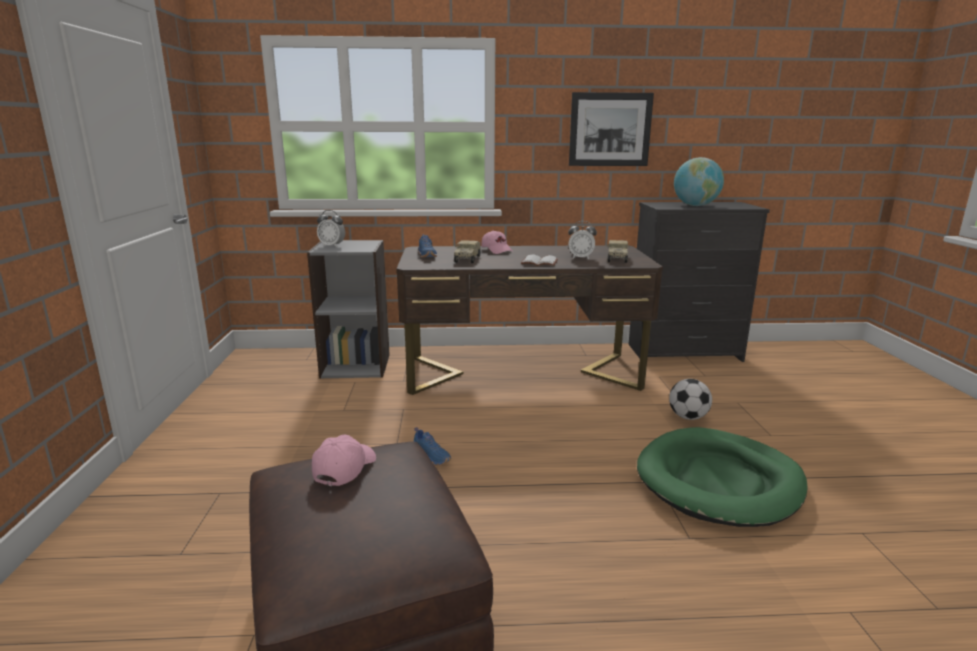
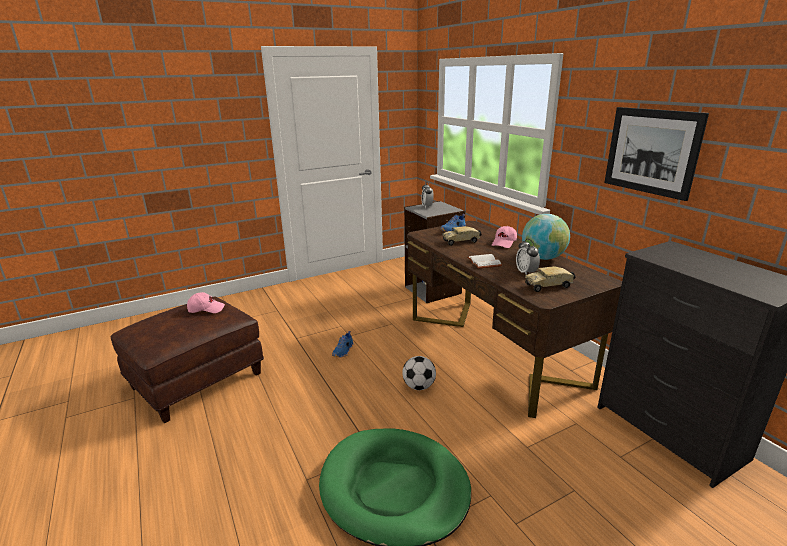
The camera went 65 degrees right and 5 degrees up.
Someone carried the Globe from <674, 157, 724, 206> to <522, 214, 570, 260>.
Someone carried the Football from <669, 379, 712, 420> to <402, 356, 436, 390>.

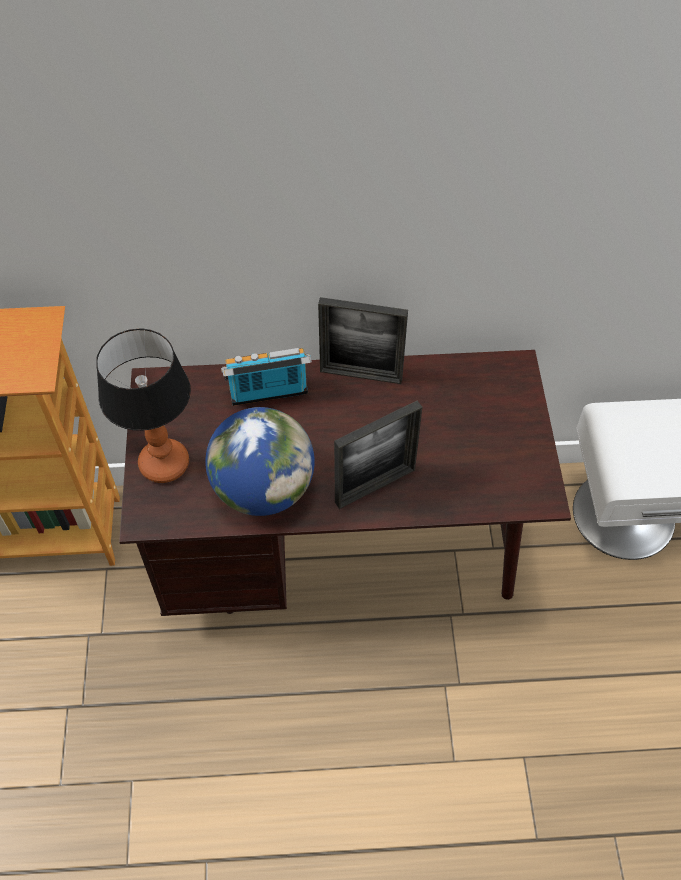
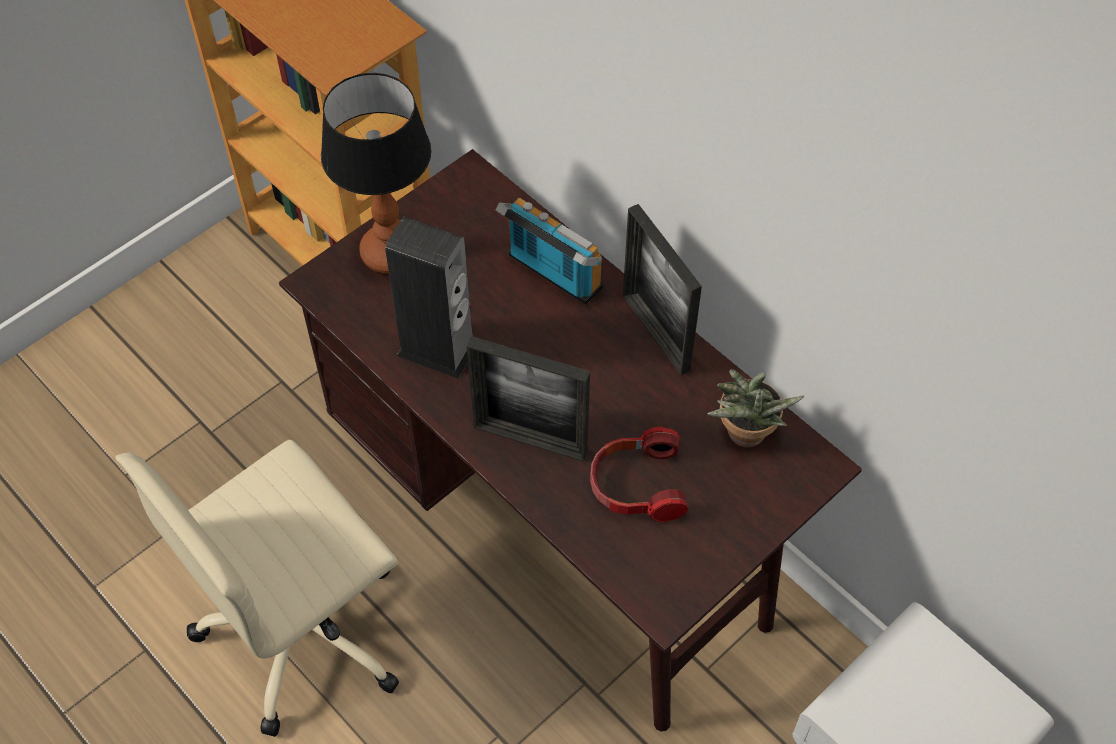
The camera went 50 degrees right and 0 degrees up.
Someone swapped the Globe at <205, 407, 315, 516> for the Speaker at <385, 217, 473, 379>.
Someone put down the PottedPlant at <708, 369, 804, 447>.
Someone put down the Headphones at <590, 426, 688, 522>.
Someone put down the BeigeOfficeChair at <116, 440, 399, 737>.

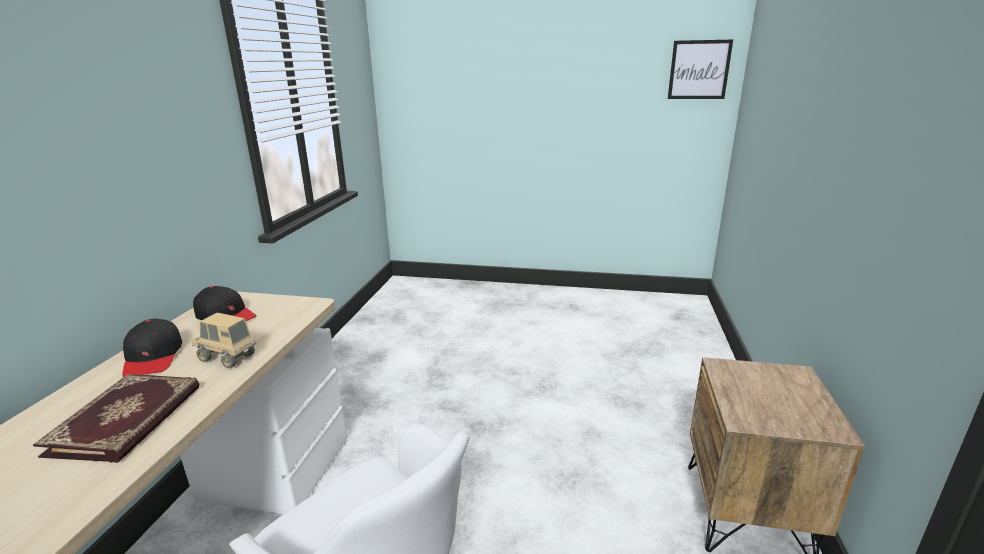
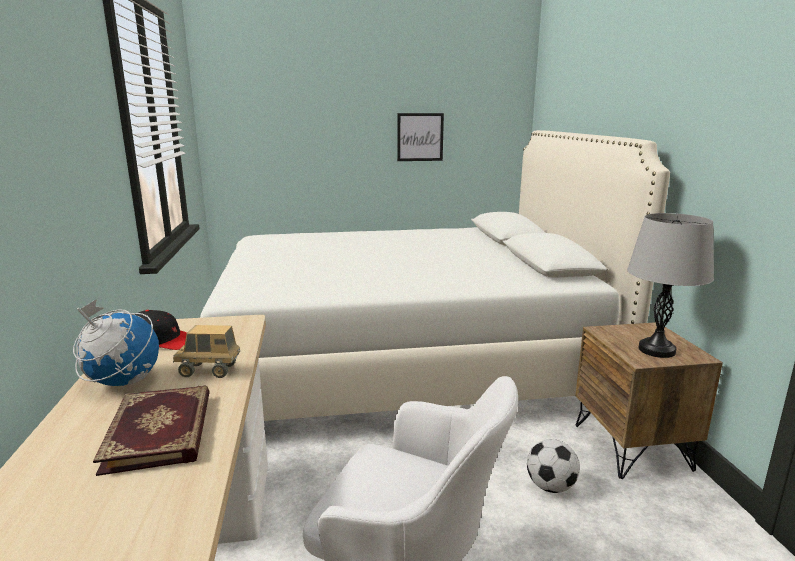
The camera went 20 degrees left and 5 degrees down.
Someone carried the Picture from <668, 40, 733, 99> to <397, 113, 444, 161>.
Someone swapped the BlackCap at <122, 319, 182, 377> for the Globe at <73, 299, 159, 386>.
Someone put down the WhiteBed at <200, 130, 670, 421>.
Someone put down the GreyTableLamp at <627, 213, 714, 358>.
Someone put down the Football at <527, 439, 580, 493>.

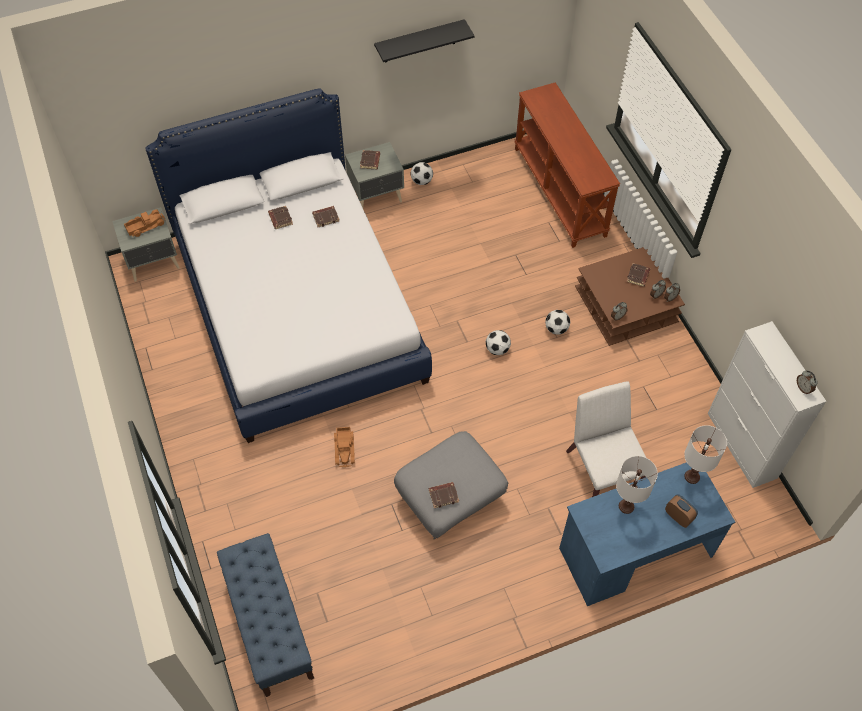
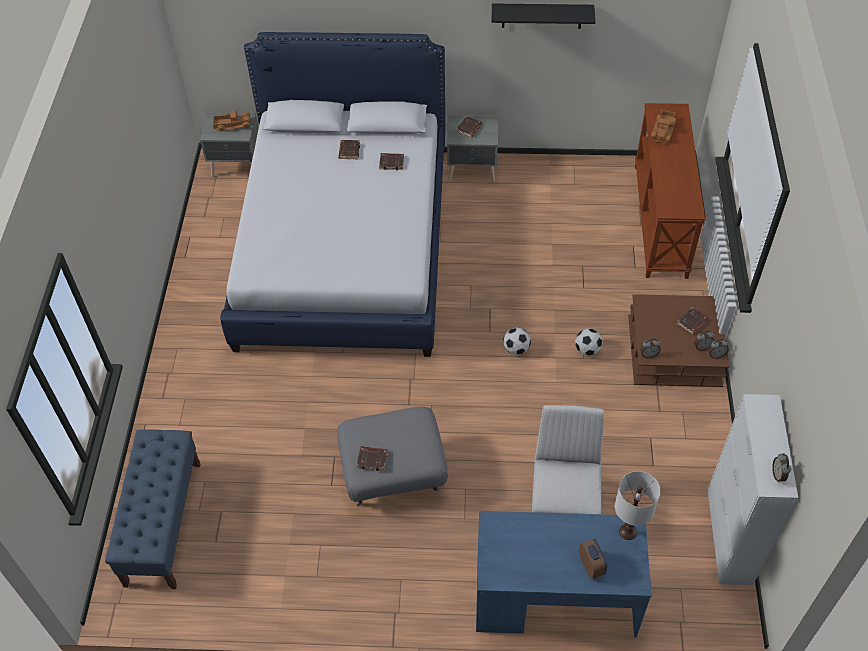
The camera went 25 degrees right and 5 degrees down.
Someone took away the Football at <410, 162, 433, 185>.
Someone carried the ToyTruck from <334, 427, 355, 467> to <651, 110, 676, 143>.
Someone took away the WhiteTableLamp at <616, 456, 658, 514>.

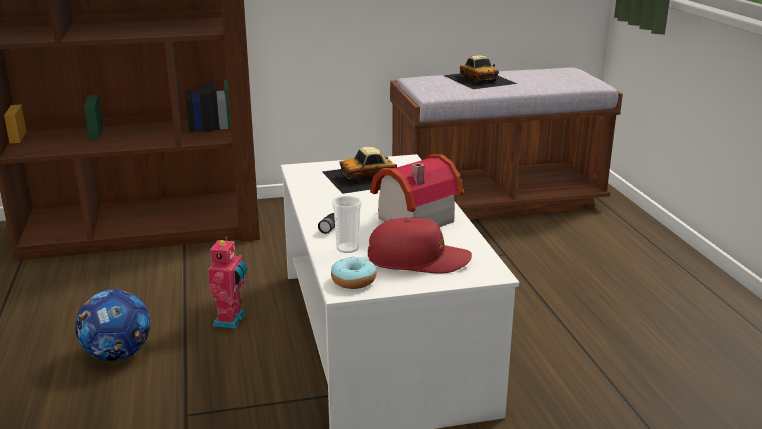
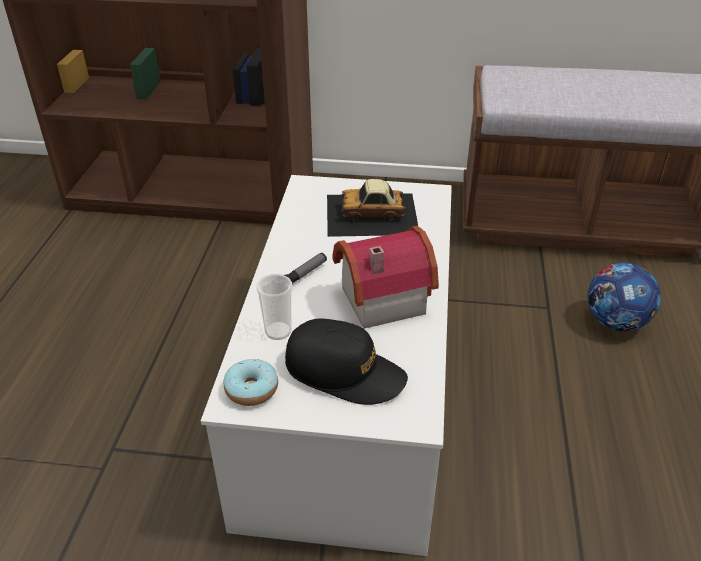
The camera went 20 degrees right and 15 degrees up.
Someone took away the ToyCar at <443, 55, 517, 89>.
Someone repainted the RedCap at <368, 217, 472, 274>, which became the BlackCap at <285, 318, 408, 405>.
Someone took away the ToyRobot at <208, 237, 247, 329>.
Someone carried the Football from <75, 289, 150, 361> to <587, 263, 661, 331>.

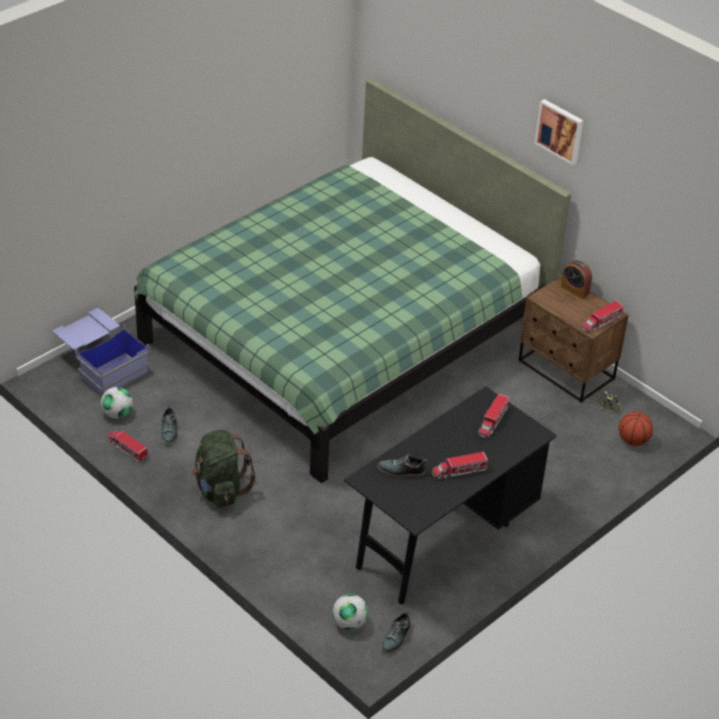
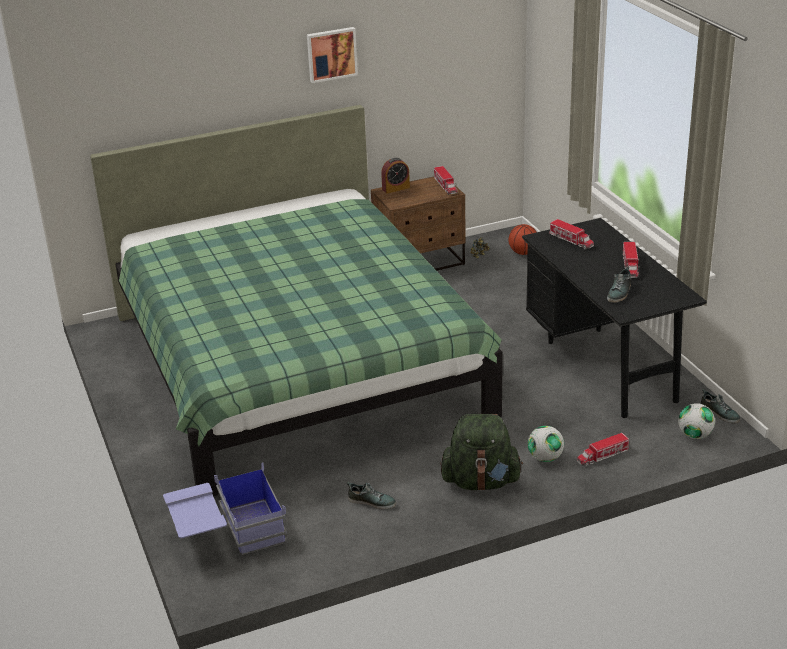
The camera went 65 degrees left and 10 degrees down.
Someone carried the Football from <101, 387, 133, 419> to <528, 426, 564, 462>.
Someone carried the ToyTruck from <107, 430, 148, 463> to <577, 433, 629, 466>.

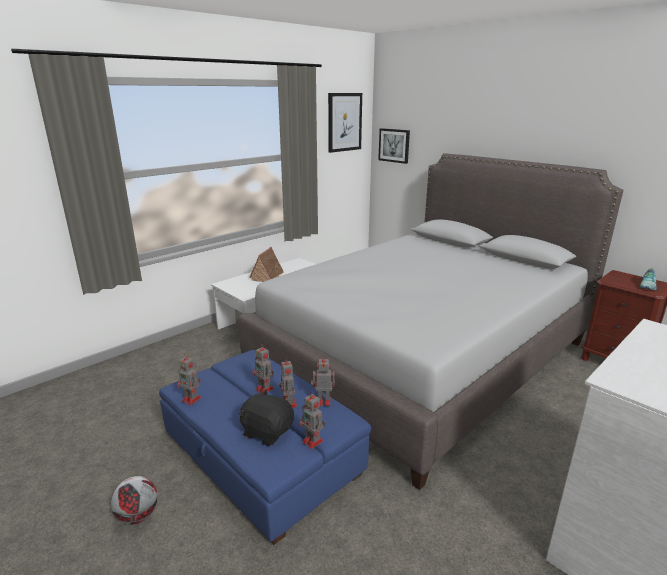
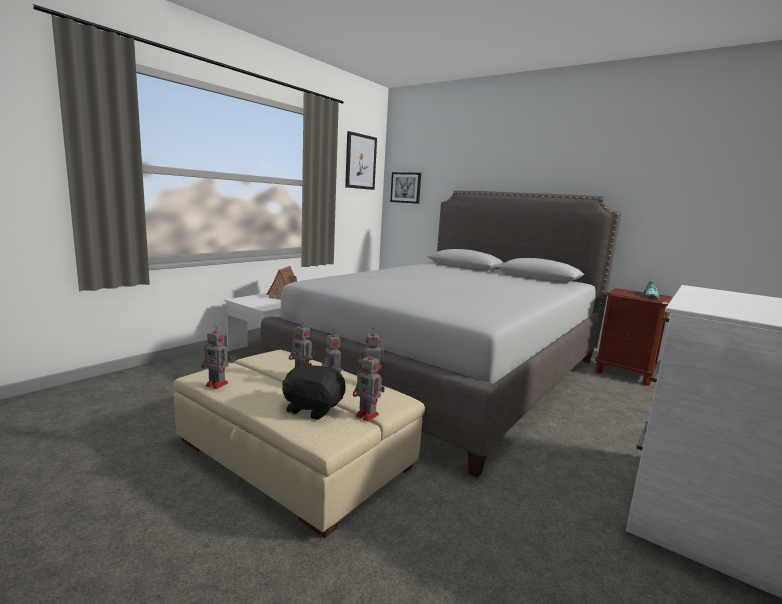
The camera went 10 degrees left and 10 degrees down.
Someone repainted the BlueOttoman at <159, 350, 371, 545>, which became the BeigeOttoman at <174, 350, 425, 538>.
Someone took away the Football at <111, 476, 158, 525>.

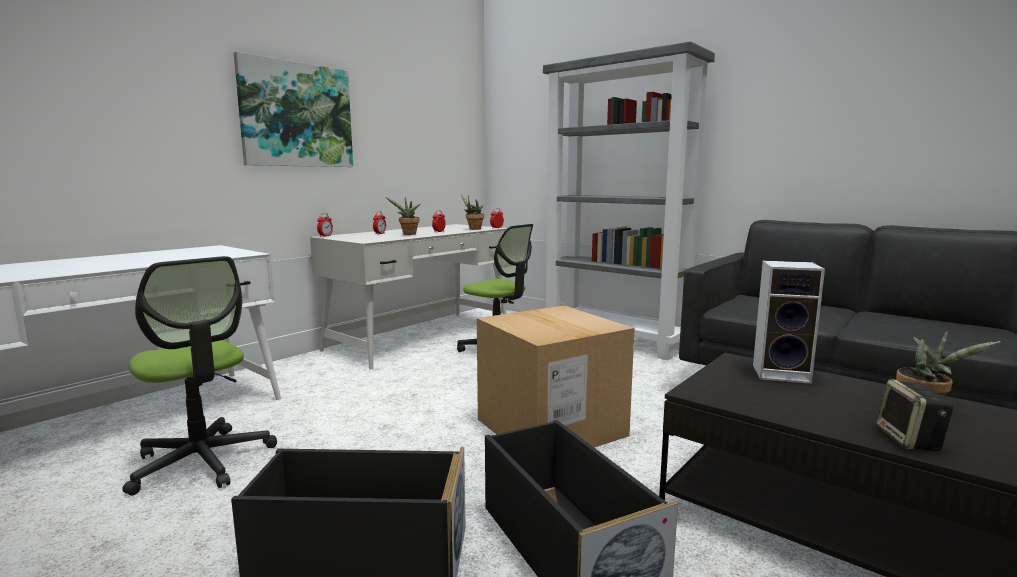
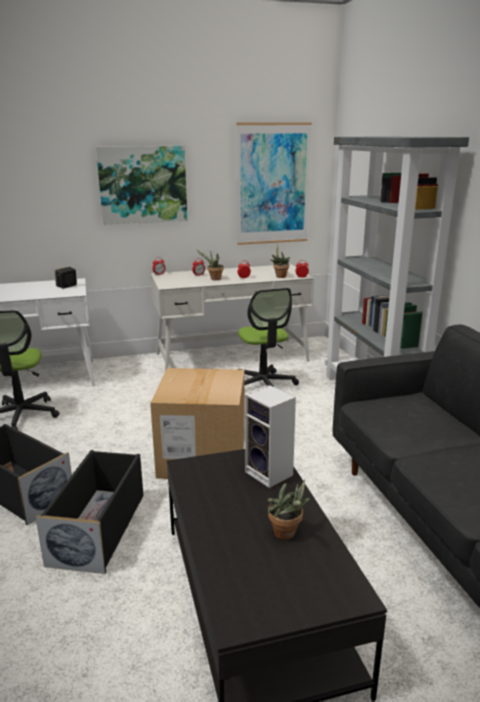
The camera went 35 degrees right and 10 degrees up.
Someone carried the Speaker from <876, 379, 954, 451> to <55, 266, 77, 289>.
Someone put up the Picture at <236, 123, 312, 245>.

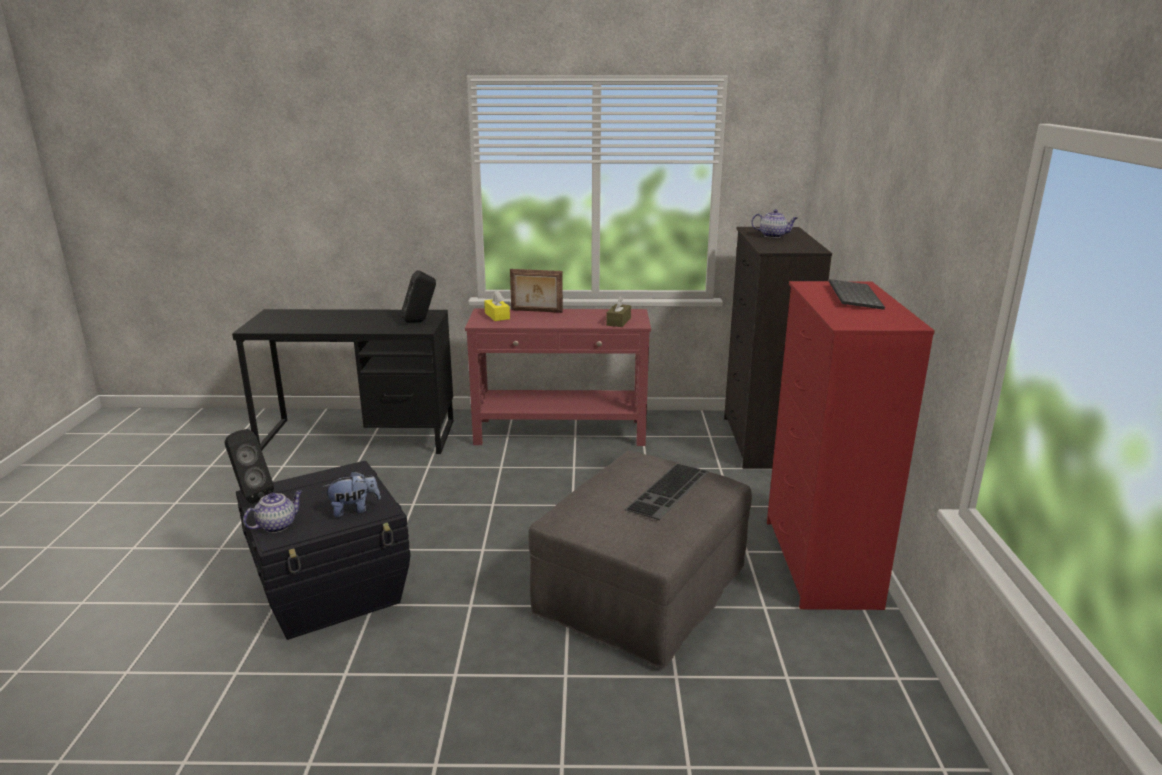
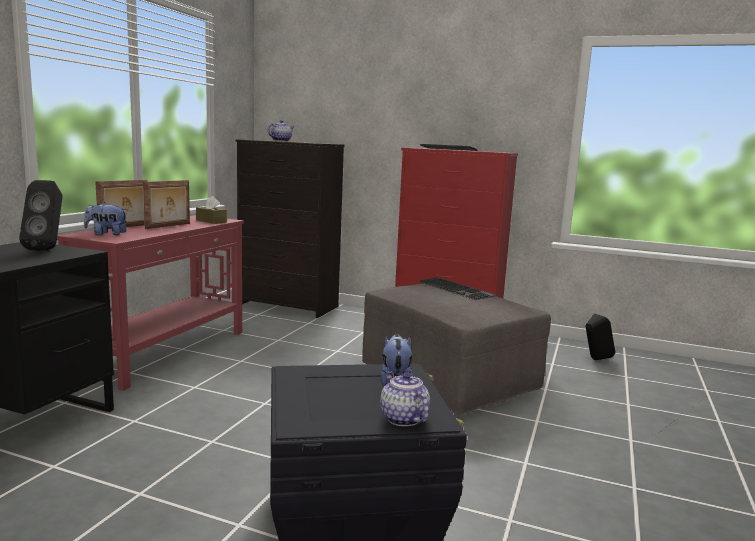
The camera went 70 degrees left and 10 degrees down.
Someone swapped the YellowTissueBox at <484, 290, 510, 321> for the PlushToy at <84, 202, 127, 235>.
Someone carried the BlackSpeaker from <225, 429, 274, 504> to <586, 313, 615, 360>.
Someone put down the PictureFrame at <143, 180, 190, 229>.

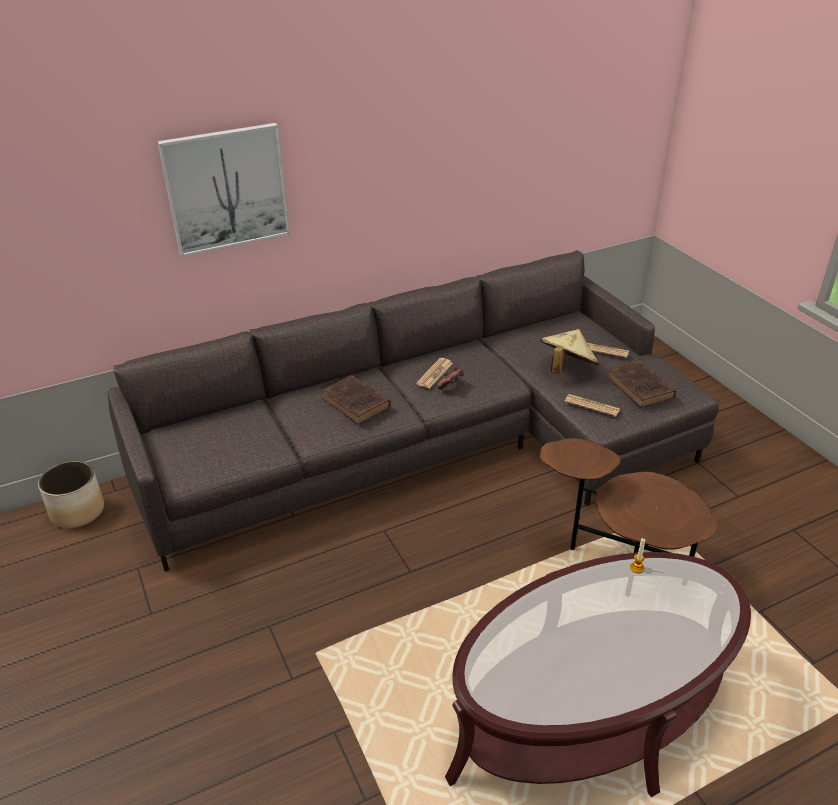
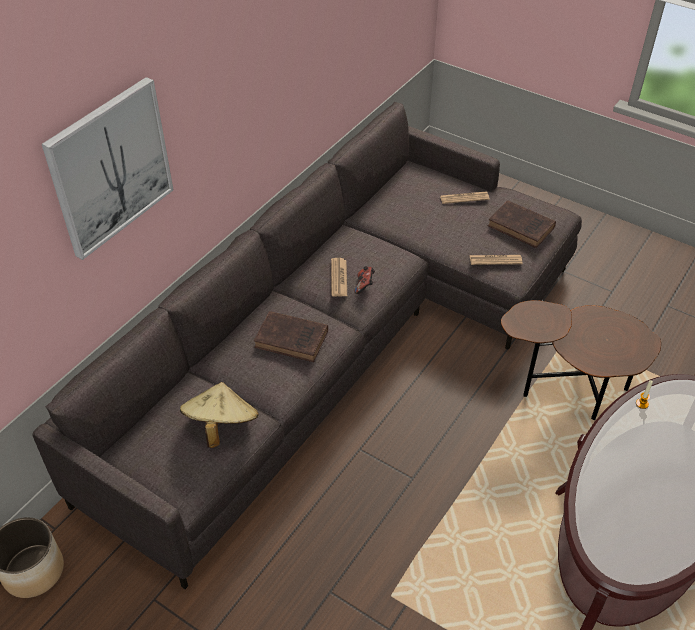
The camera went 30 degrees left and 10 degrees up.
Someone carried the BeigeHat from <540, 329, 599, 374> to <180, 382, 259, 448>.

